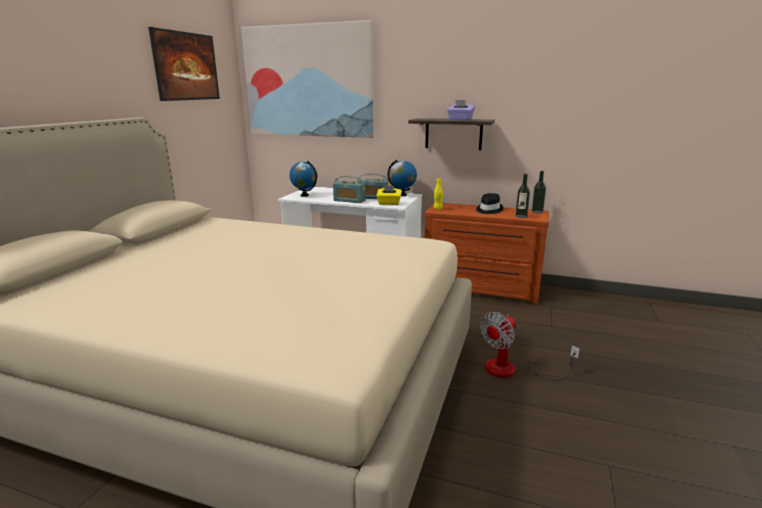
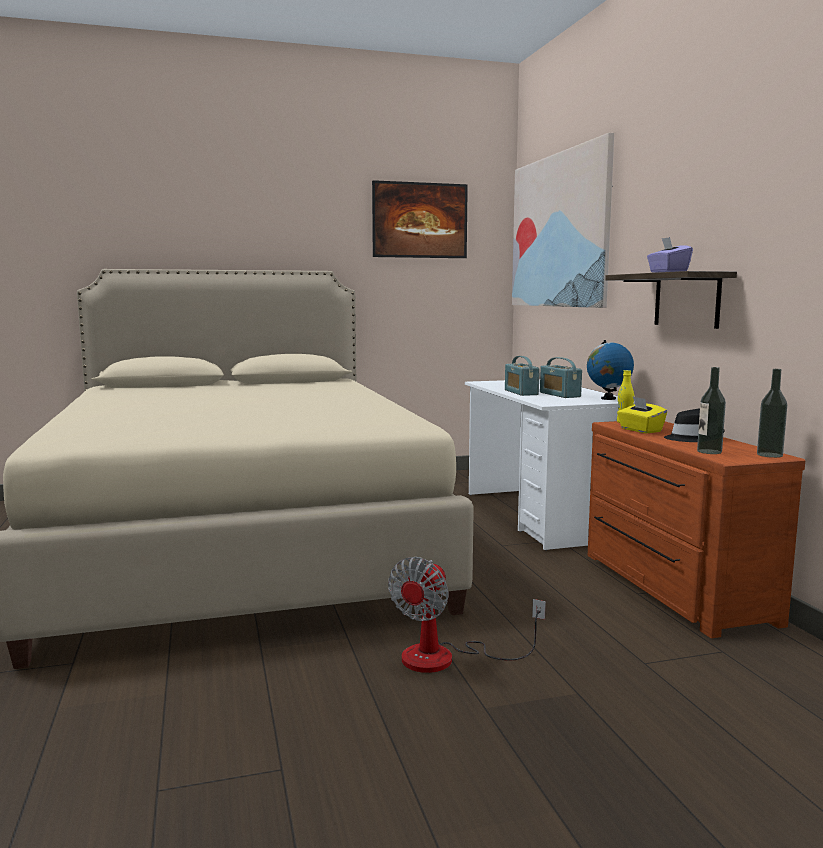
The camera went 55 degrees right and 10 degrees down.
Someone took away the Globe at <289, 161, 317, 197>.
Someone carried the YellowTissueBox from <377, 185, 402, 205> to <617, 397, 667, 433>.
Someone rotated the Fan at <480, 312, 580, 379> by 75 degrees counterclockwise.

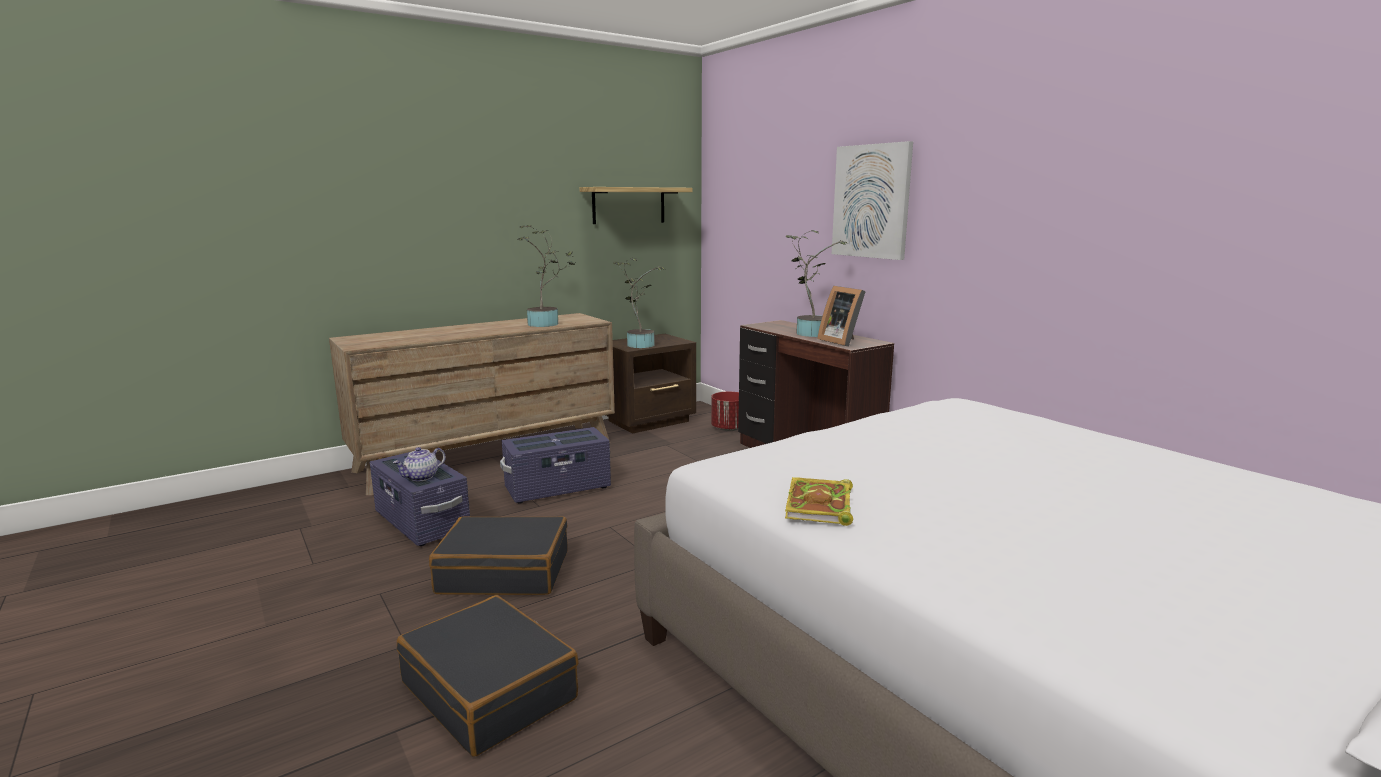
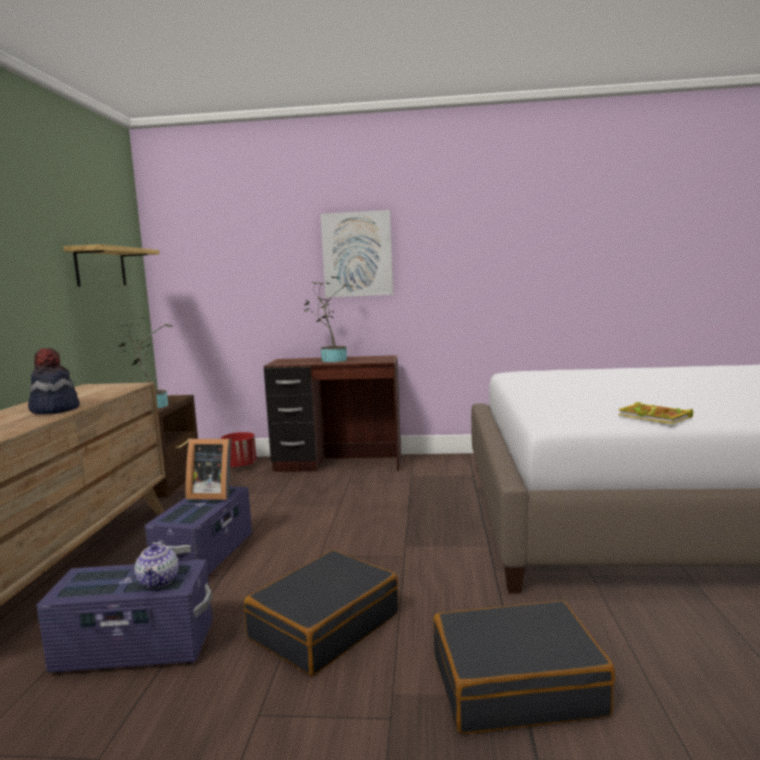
The camera went 50 degrees left and 5 degrees down.
Someone took away the PottedPlant at <517, 225, 575, 327>.
Someone carried the PictureFrame from <817, 286, 866, 347> to <185, 439, 231, 500>.
Someone put down the Hat at <28, 348, 80, 414>.

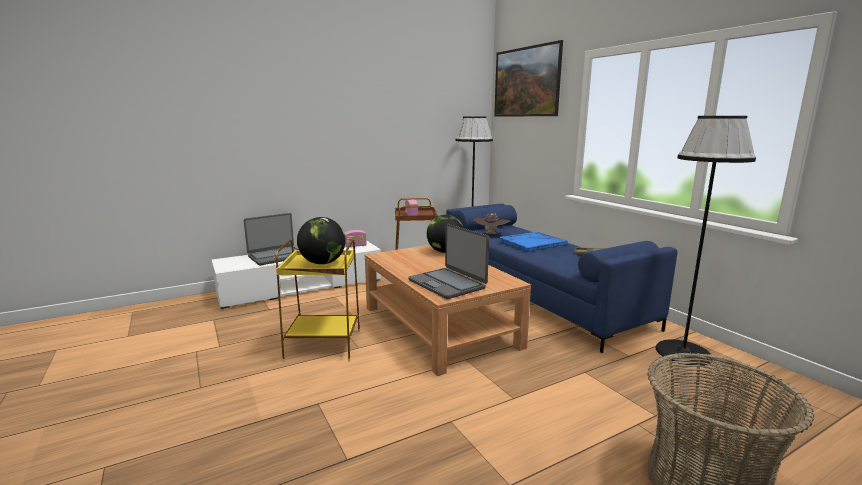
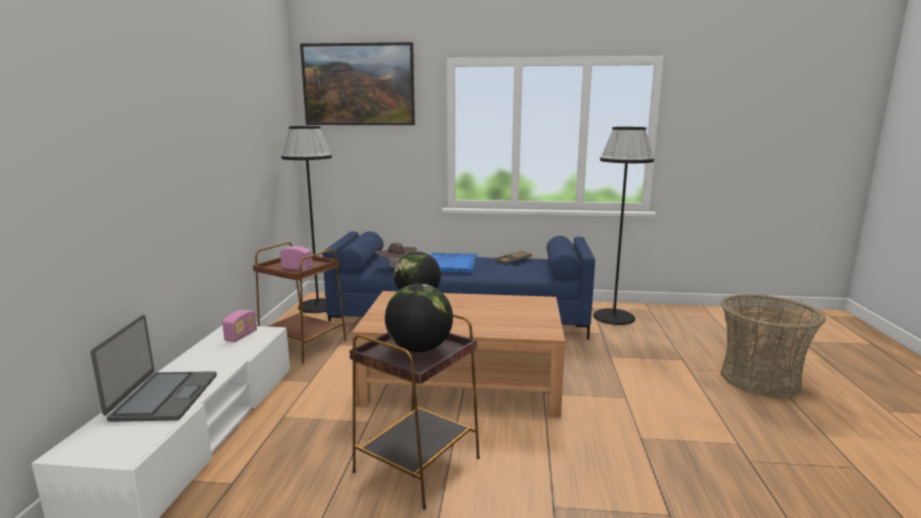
The camera went 55 degrees left and 0 degrees up.
Someone took away the Laptop at <408, 223, 489, 299>.
Someone repainted the YellowSideTable at <276, 240, 360, 362>, which became the BrownSideTable at <349, 314, 480, 510>.

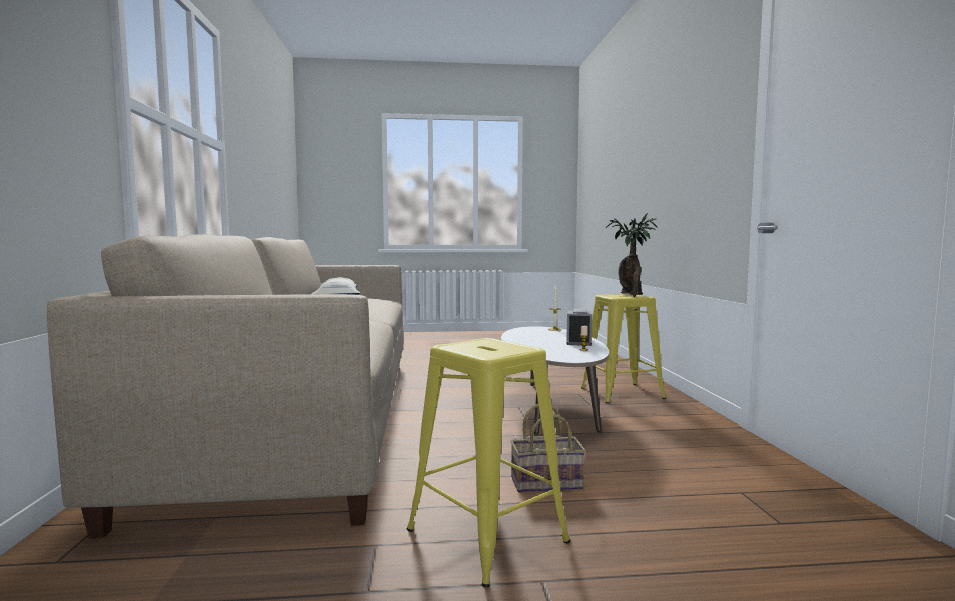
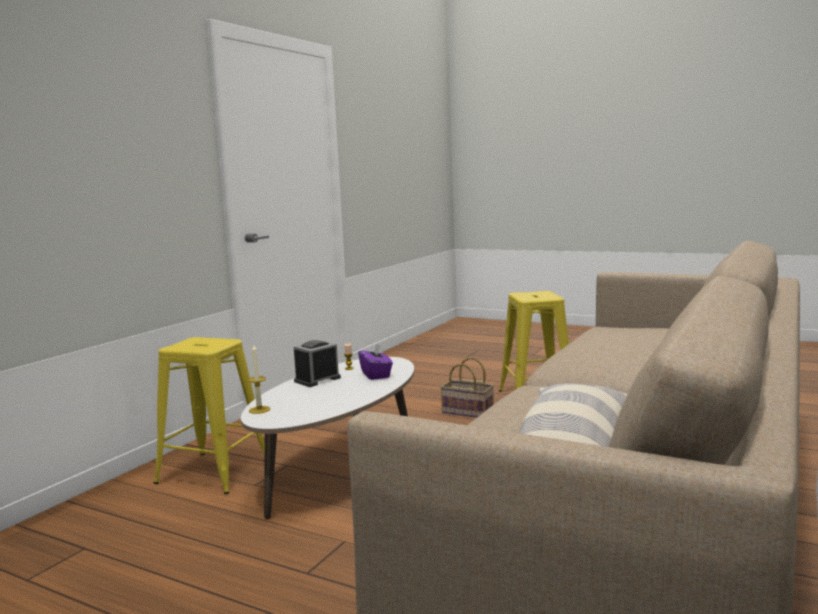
The camera went 145 degrees left and 5 degrees up.
Someone took away the PottedPlant at <606, 213, 657, 297>.
Someone put down the PurpleTissueBox at <358, 343, 393, 380>.

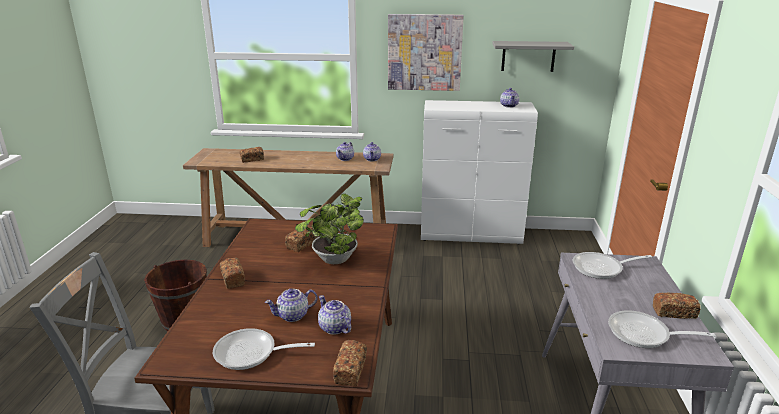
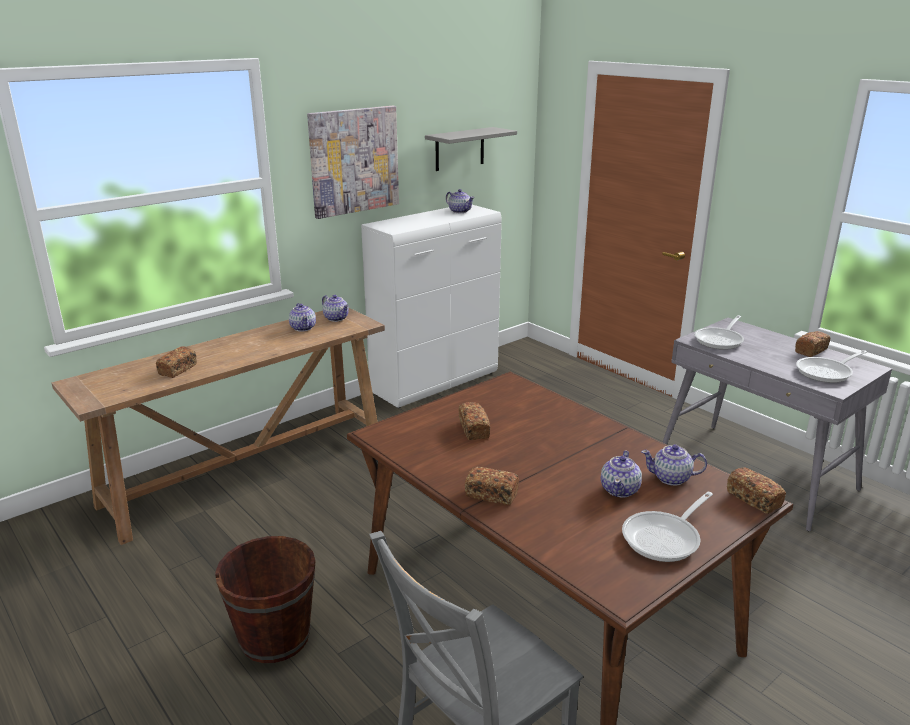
The camera went 45 degrees left and 0 degrees up.
Someone took away the PottedPlant at <295, 194, 364, 264>.

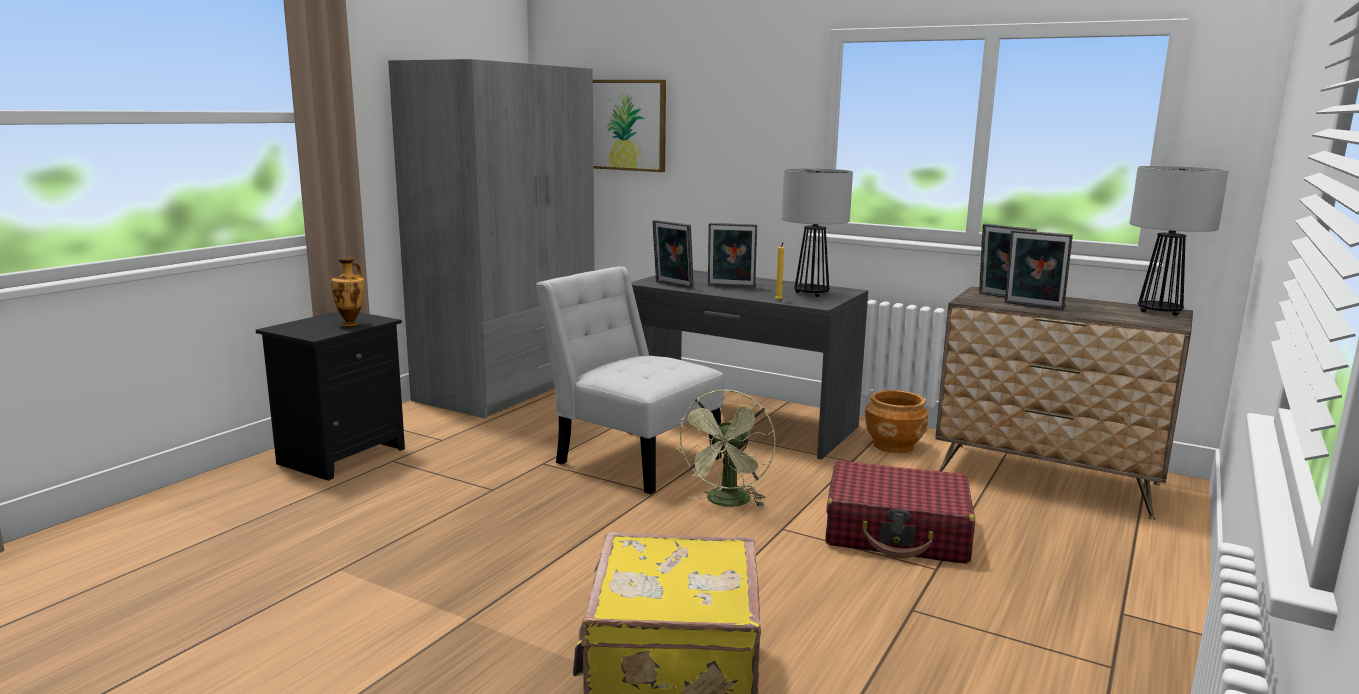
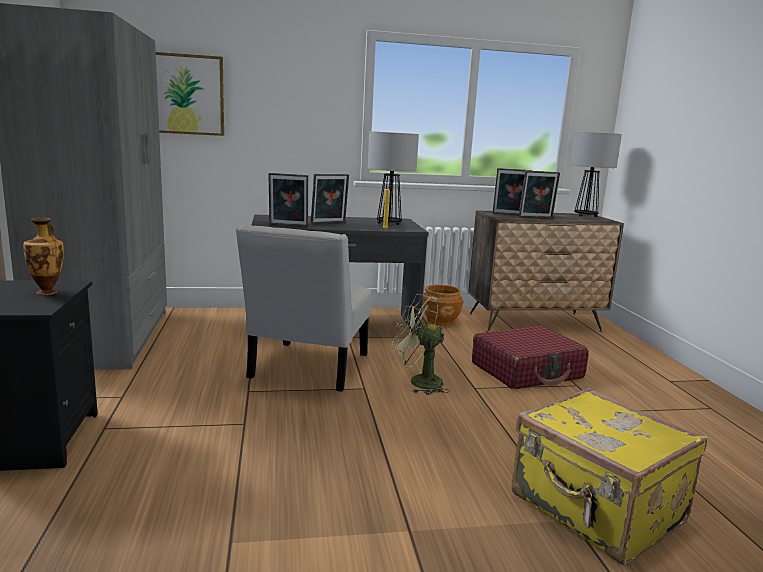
The camera went 40 degrees left and 0 degrees up.
Someone rotated the WhiteChair at <536, 266, 724, 494> by 75 degrees counterclockwise.
Someone rotated the GreenFan at <676, 389, 776, 507> by 135 degrees clockwise.

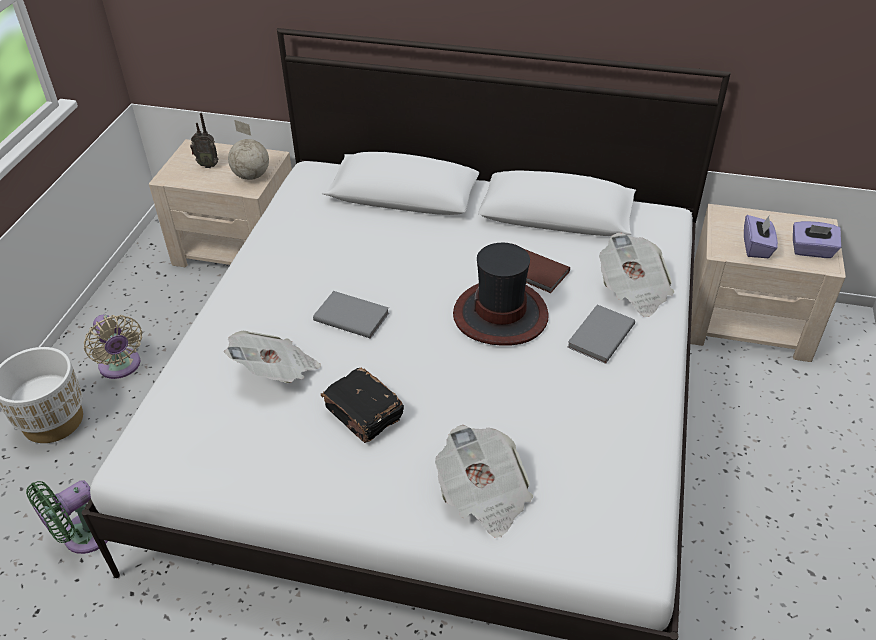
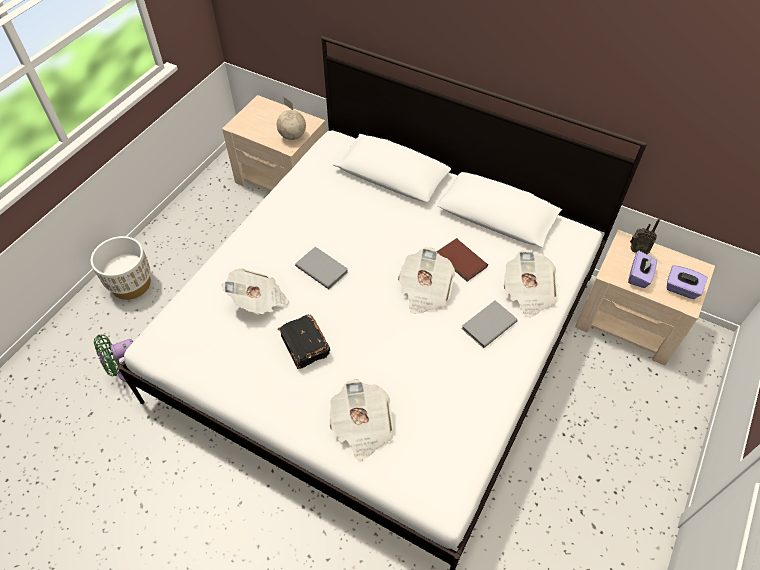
The camera went 15 degrees right and 10 degrees up.
Someone carried the Radio from <190, 113, 218, 168> to <630, 218, 660, 254>.
Someone swapped the Hat at <453, 243, 548, 346> for the Newspaper at <398, 247, 455, 314>.
Someone took away the BeigeFan at <84, 315, 142, 379>.

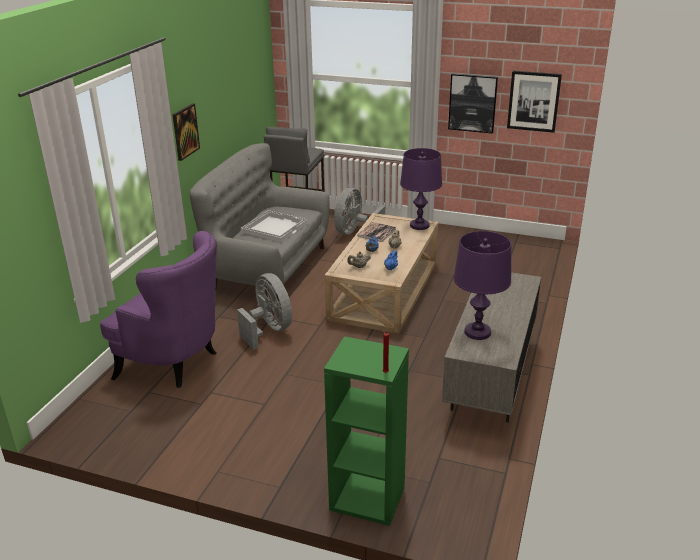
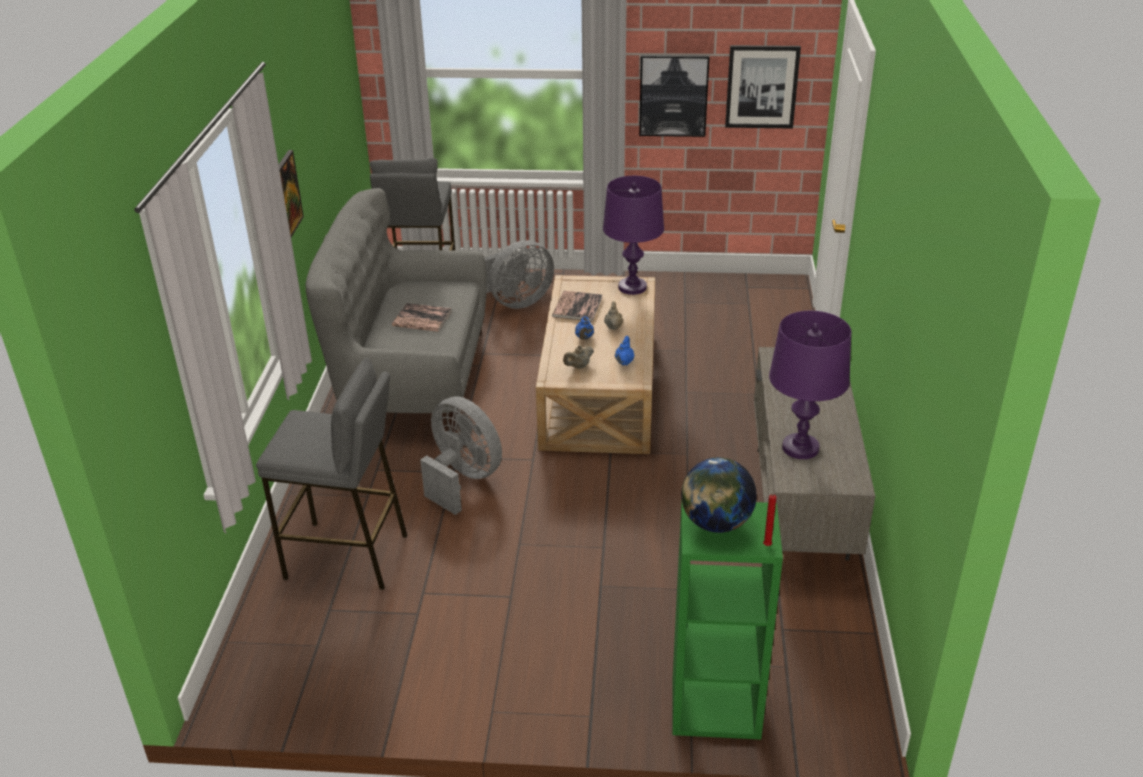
The camera went 15 degrees left and 5 degrees up.
Someone rotated the GreyFan at <334, 187, 385, 235> by 135 degrees counterclockwise.
Someone swapped the WhiteTray at <241, 210, 308, 242> for the Book at <392, 303, 452, 332>.
Someone swapped the PurpleArmchair at <100, 231, 217, 388> for the GreyStool at <256, 358, 407, 590>.
Someone put down the Globe at <681, 457, 757, 533>.

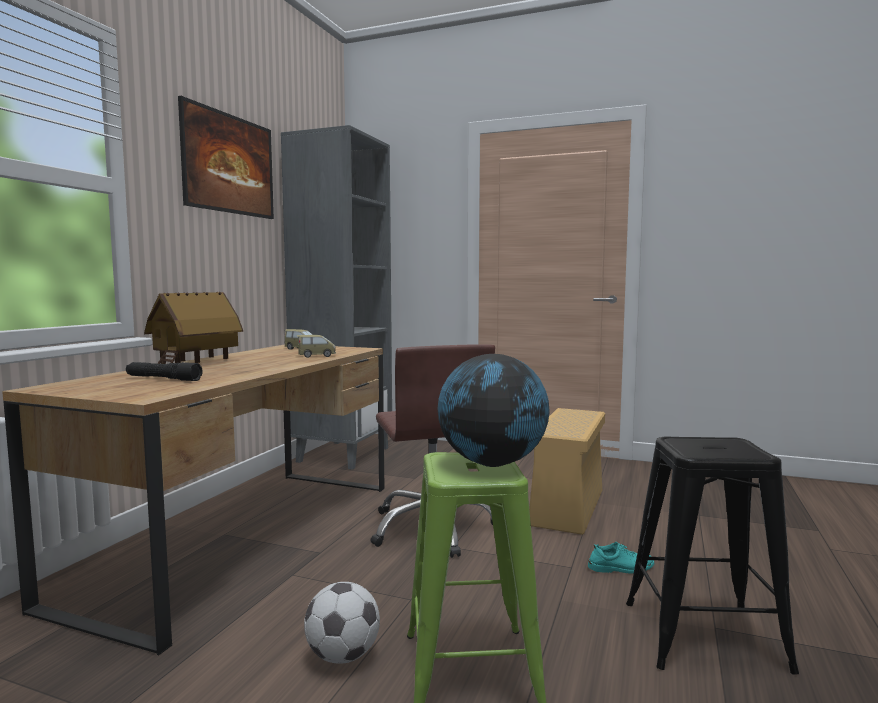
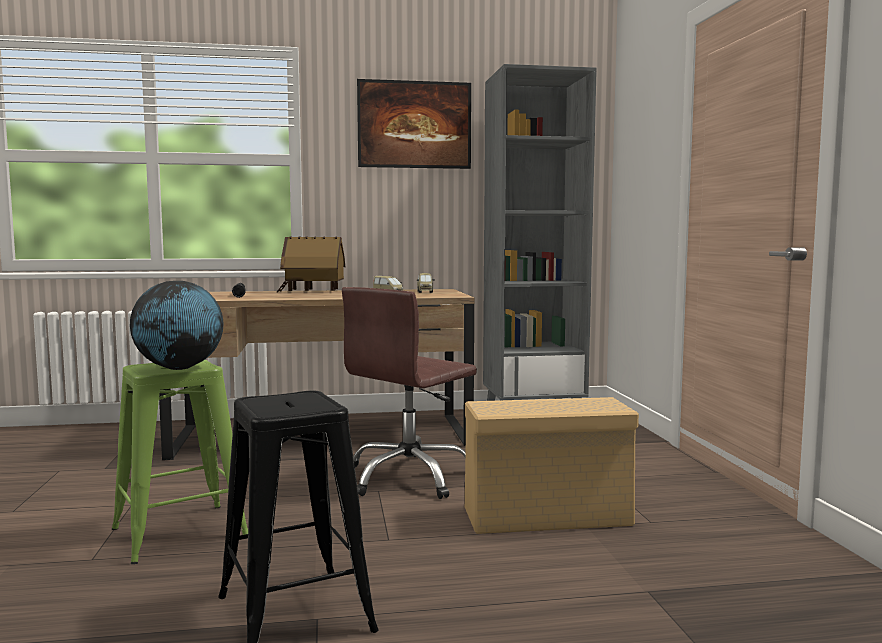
The camera went 60 degrees right and 0 degrees up.
Someone took away the TurquoiseShoe at <588, 542, 654, 574>.
Someone took away the Football at <304, 582, 380, 664>.

